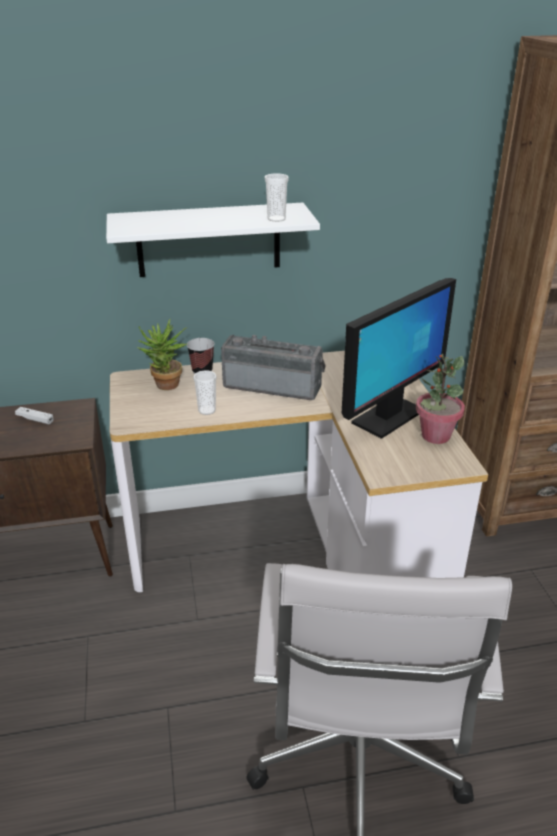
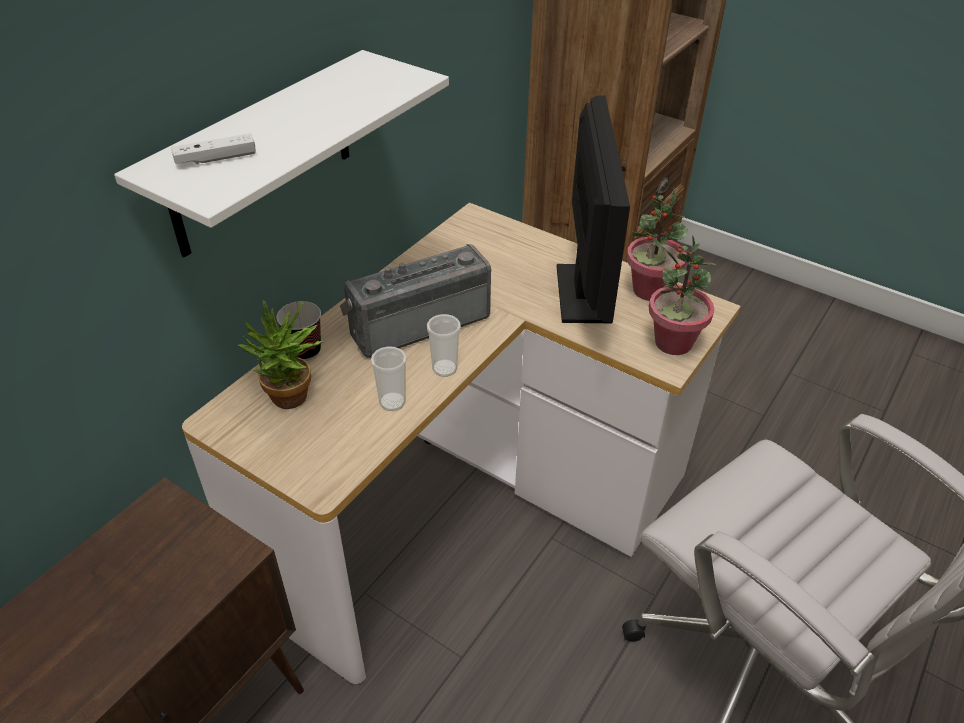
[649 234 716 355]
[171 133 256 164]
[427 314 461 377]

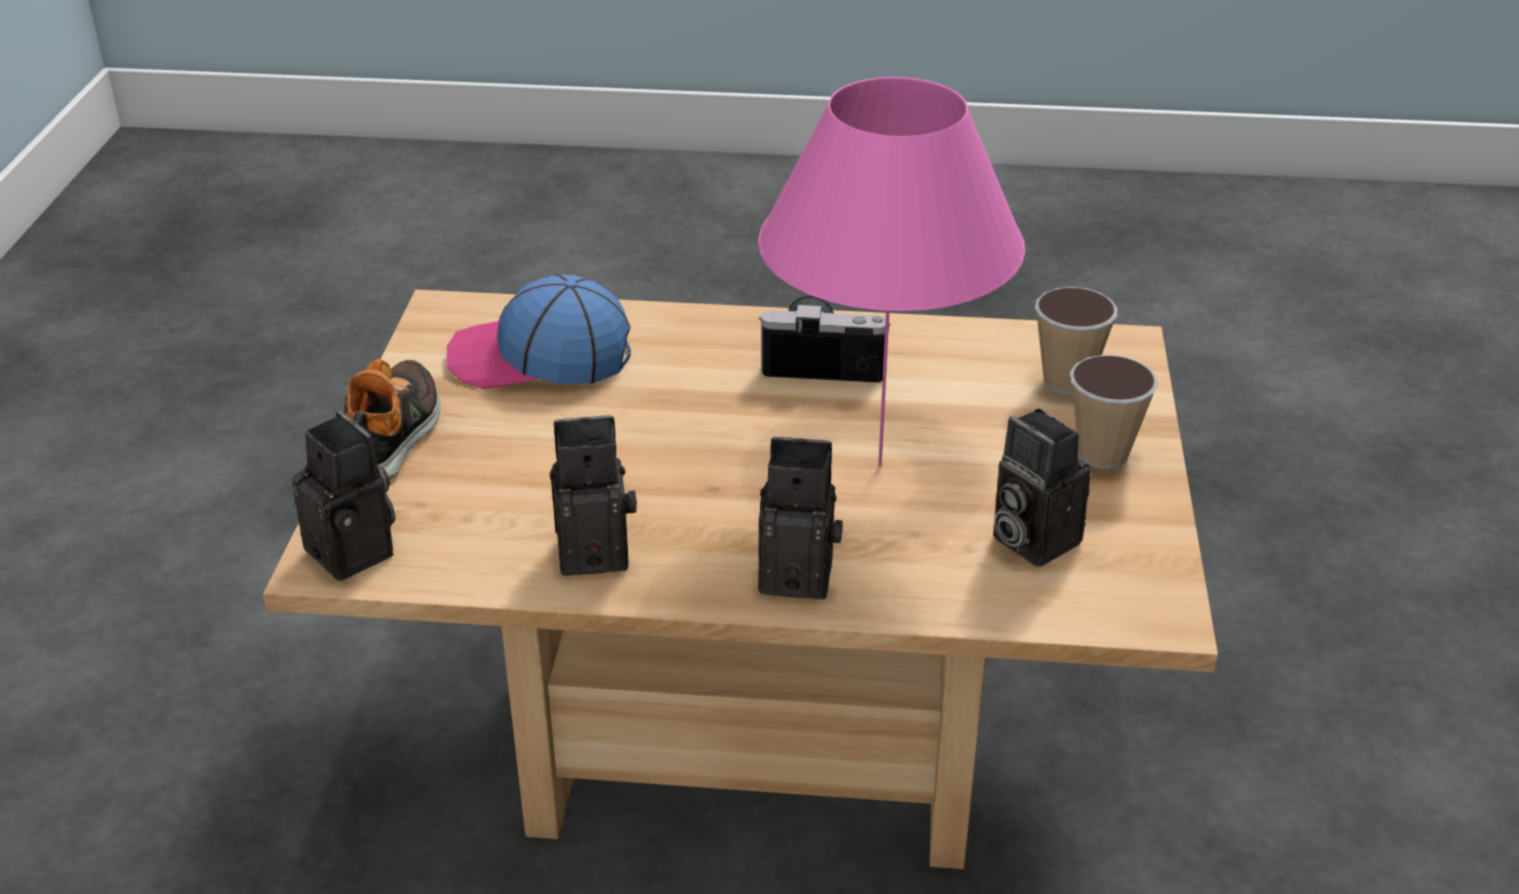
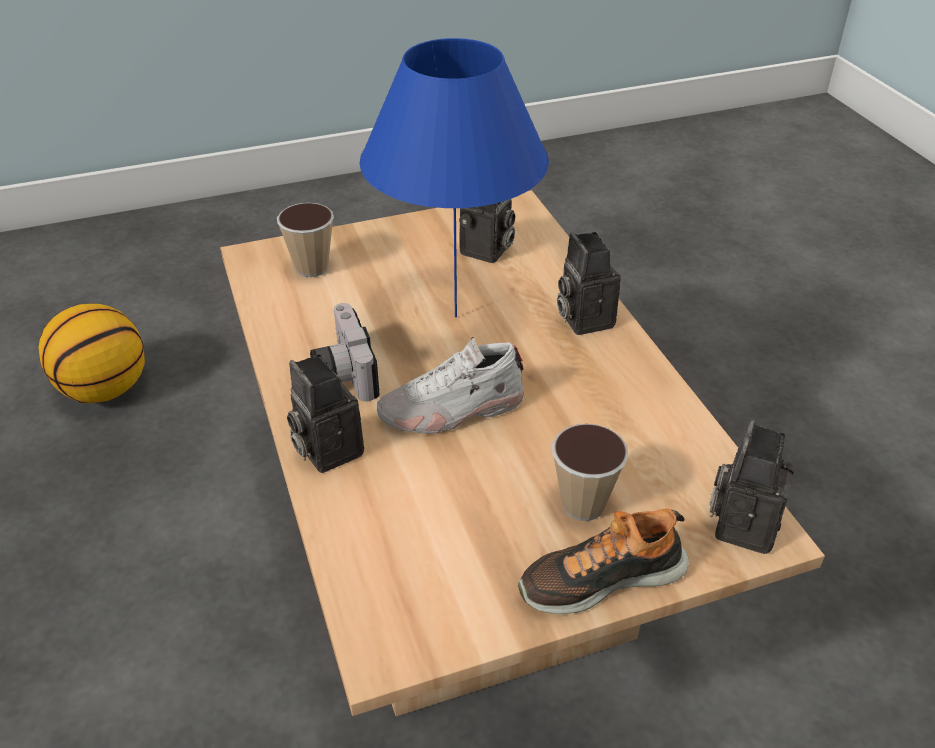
[446 274 631 389] (first image)
[38 303 145 403]
[377 337 524 434]
[287 354 364 473]
[552 424 629 521]
[359 38 549 317]

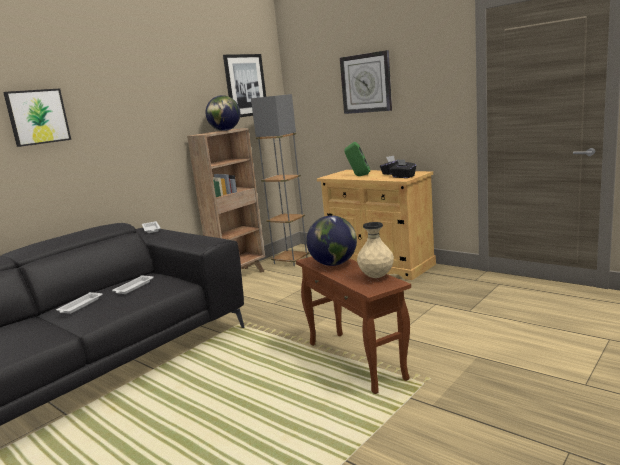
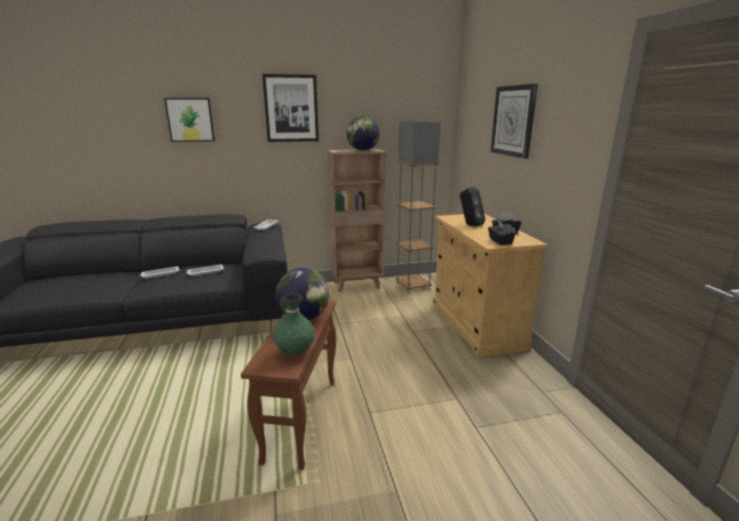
[262 74 319 142]
[460 187 485 227]
[273 293 315 355]

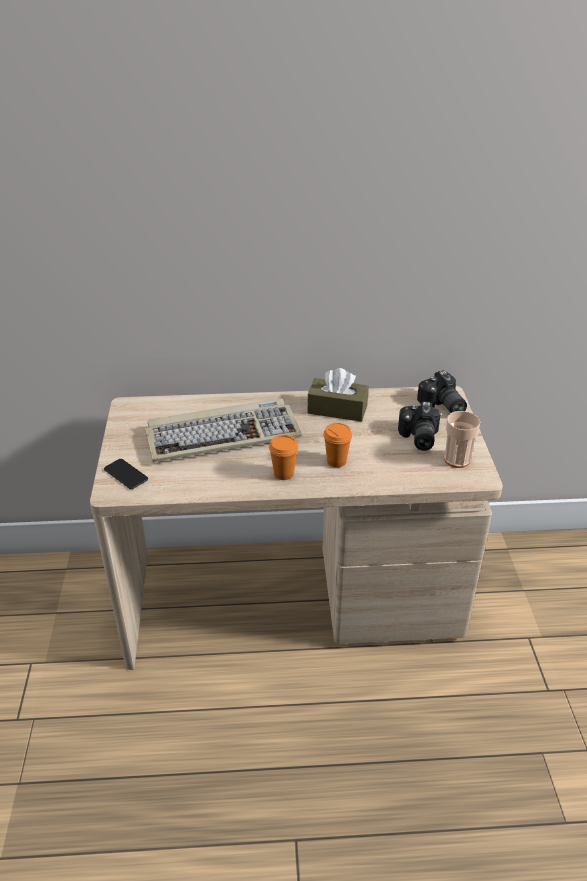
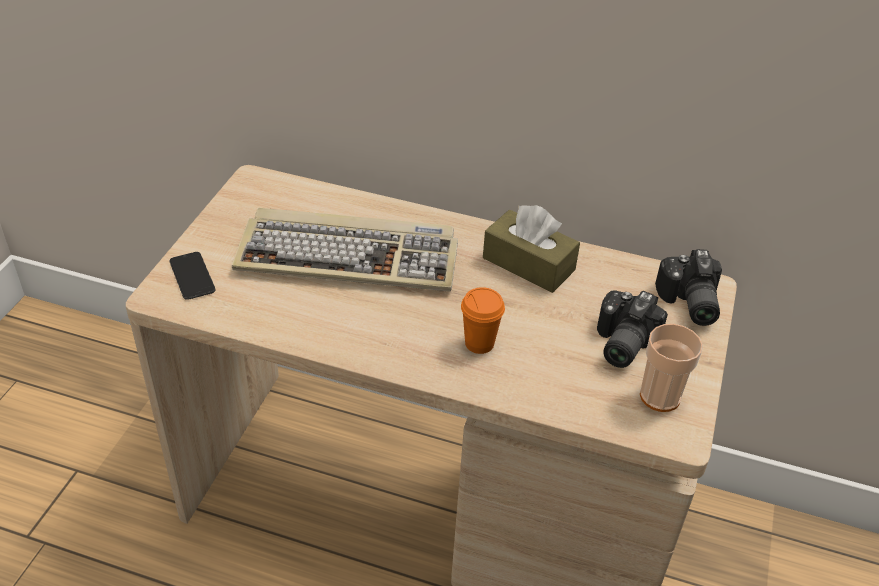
[269 435 298 480] (first image)

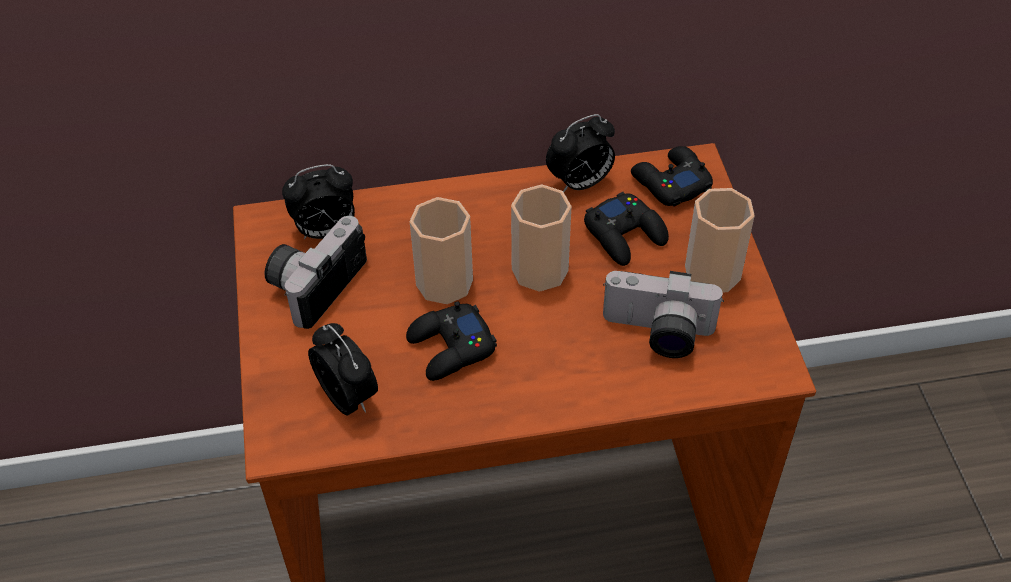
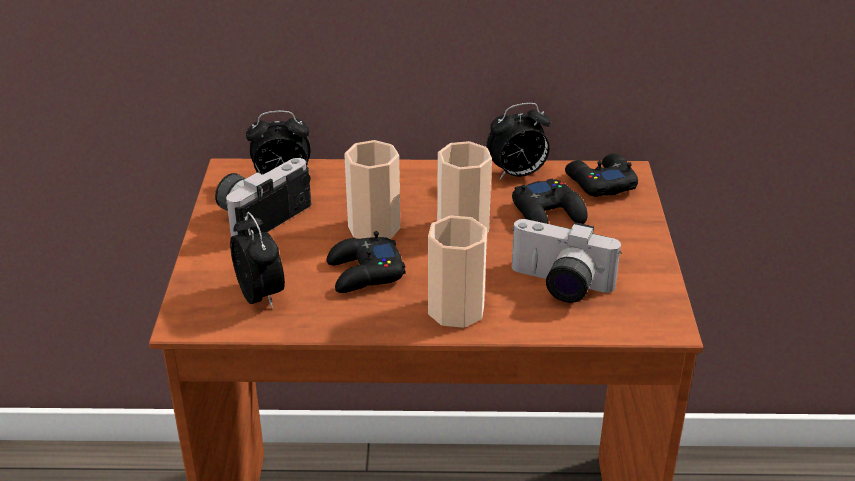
[428 216 487 328]

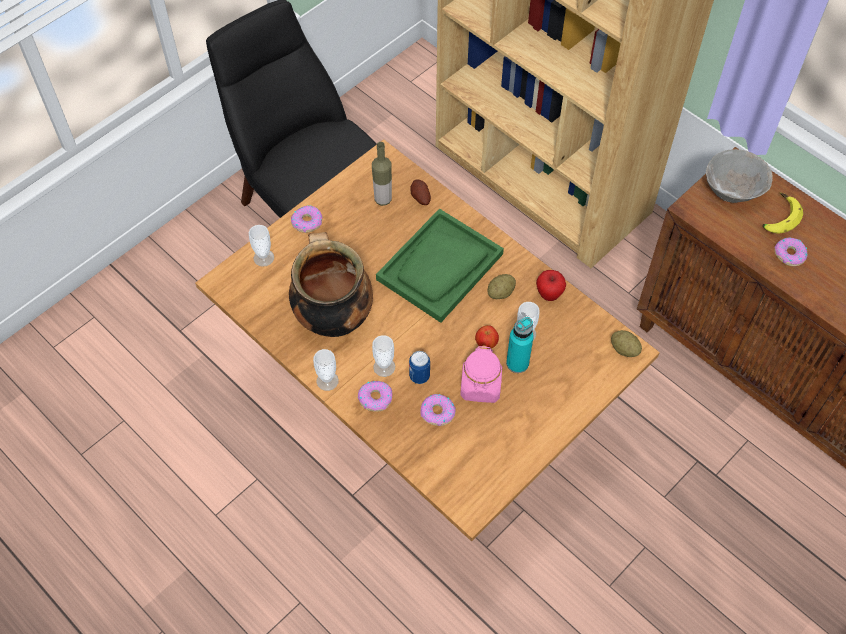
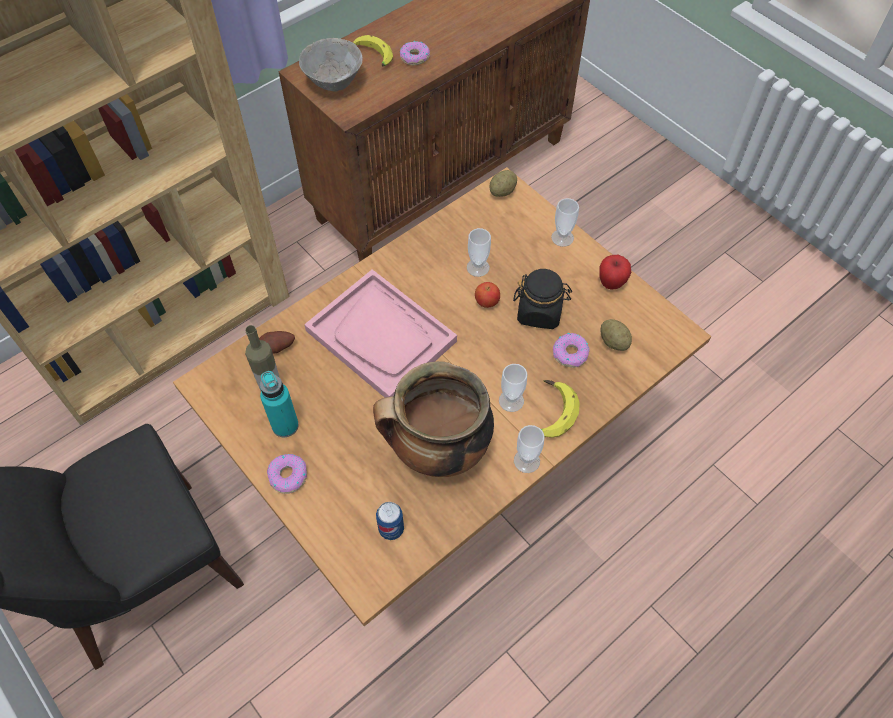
[551 198 579 247]
[376 502 404 540]
[601 319 632 351]
[260 371 299 437]
[599 255 631 289]
[541 380 580 438]
[304 269 457 398]
[513 269 572 329]

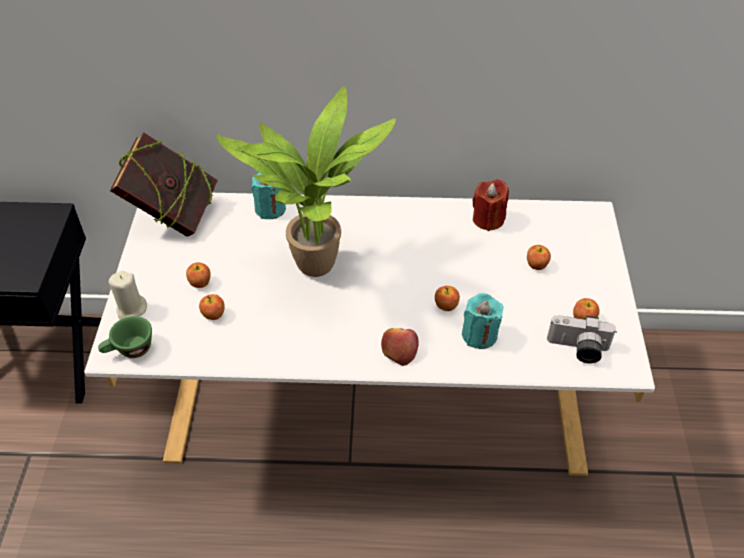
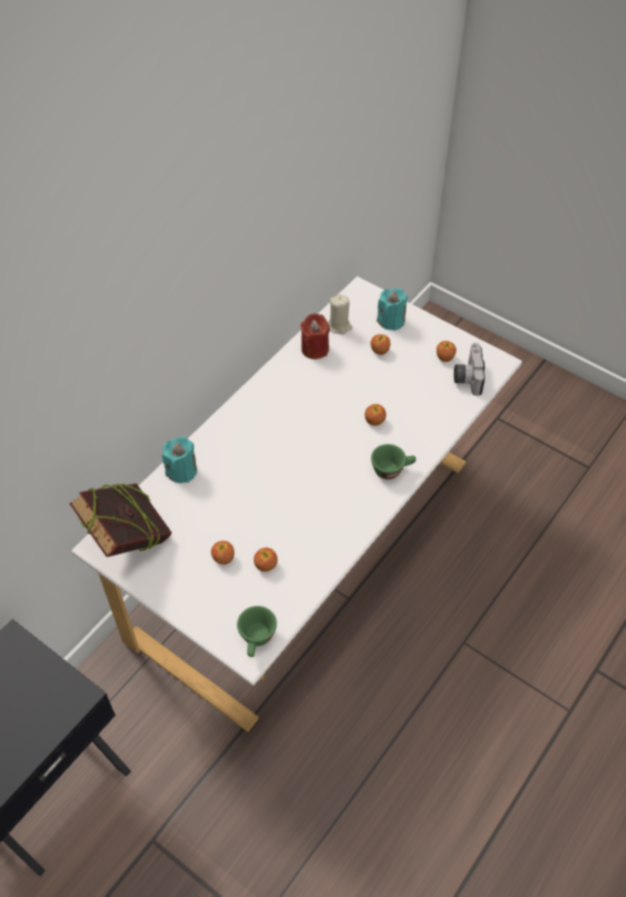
[216 86 396 277] (first image)
[327 294 352 334]
[377 288 408 331]
[371 444 416 480]
[454 343 485 396]

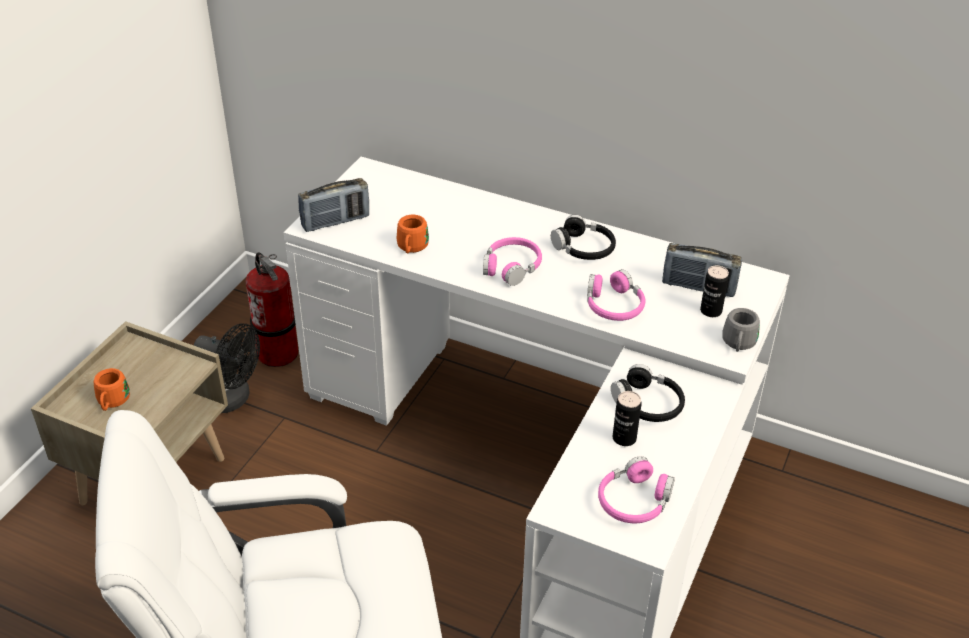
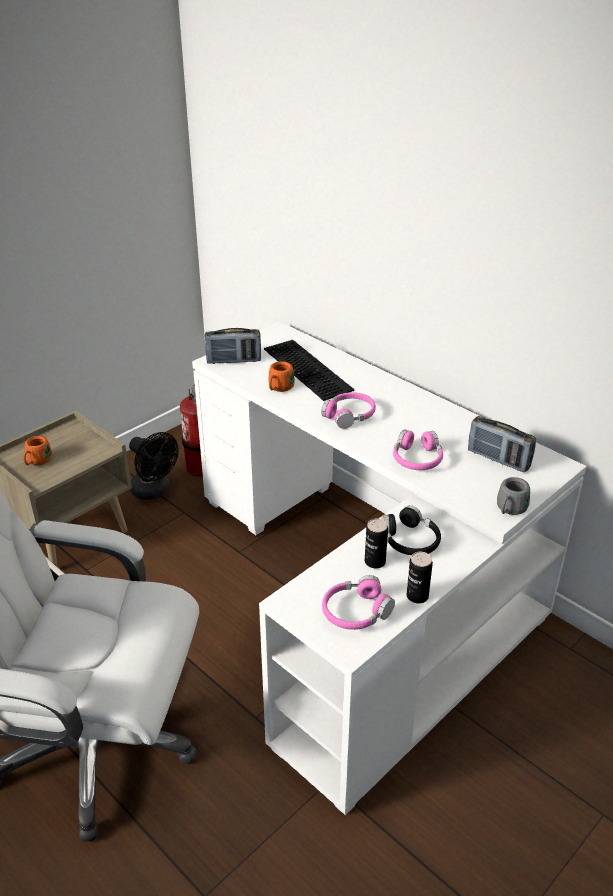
[551 215 616 260] (first image)
[264 340 354 401]
[407 552 433 603]

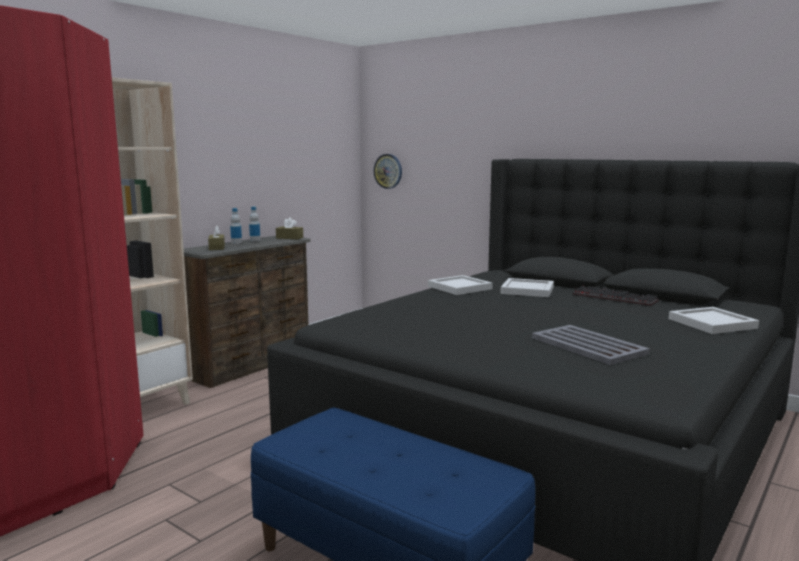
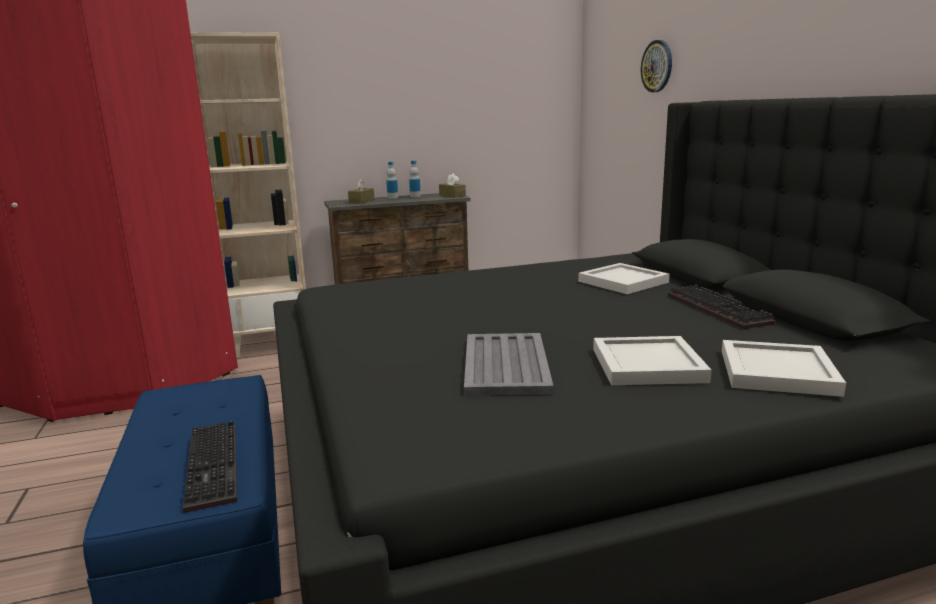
[183 421 237 513]
[641 40 672 92]
[593 336 712 385]

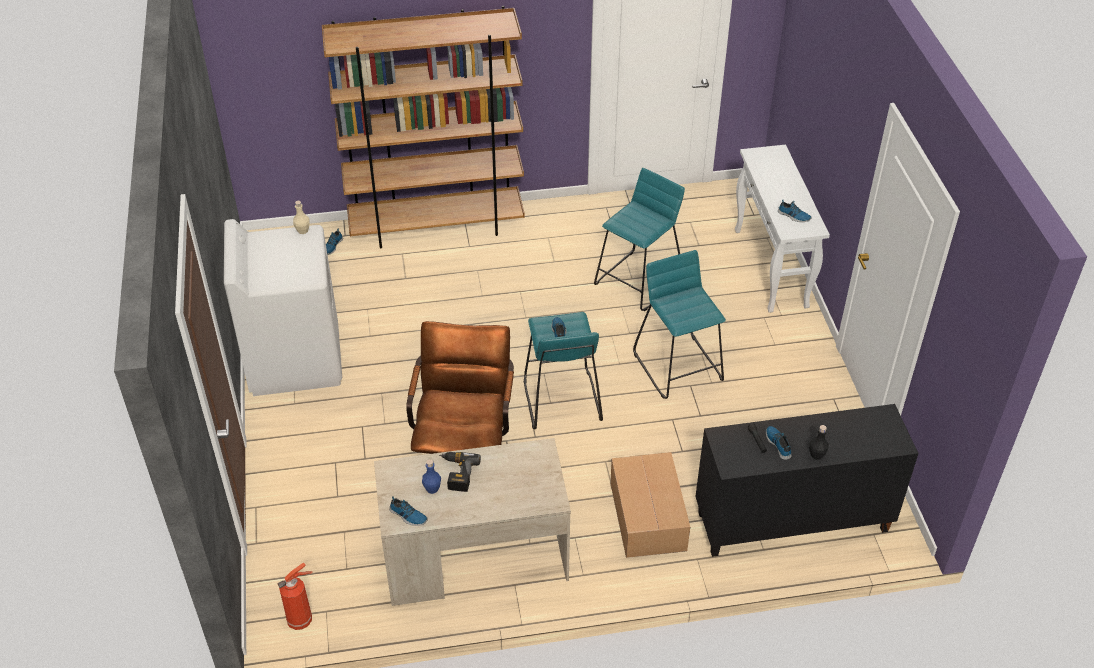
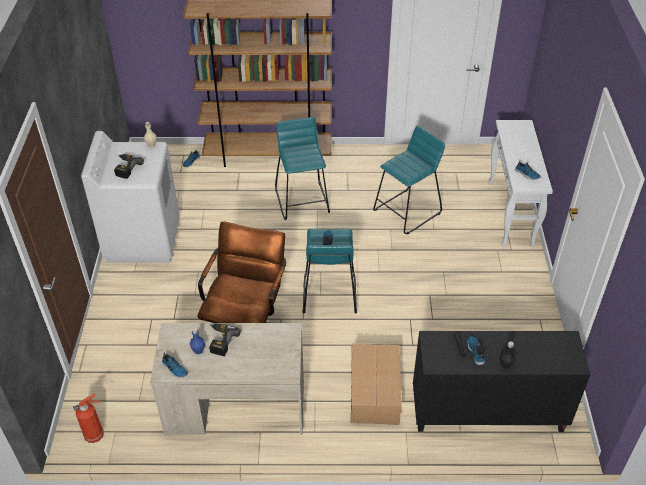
[114 154 144 179]
[275 117 330 220]

